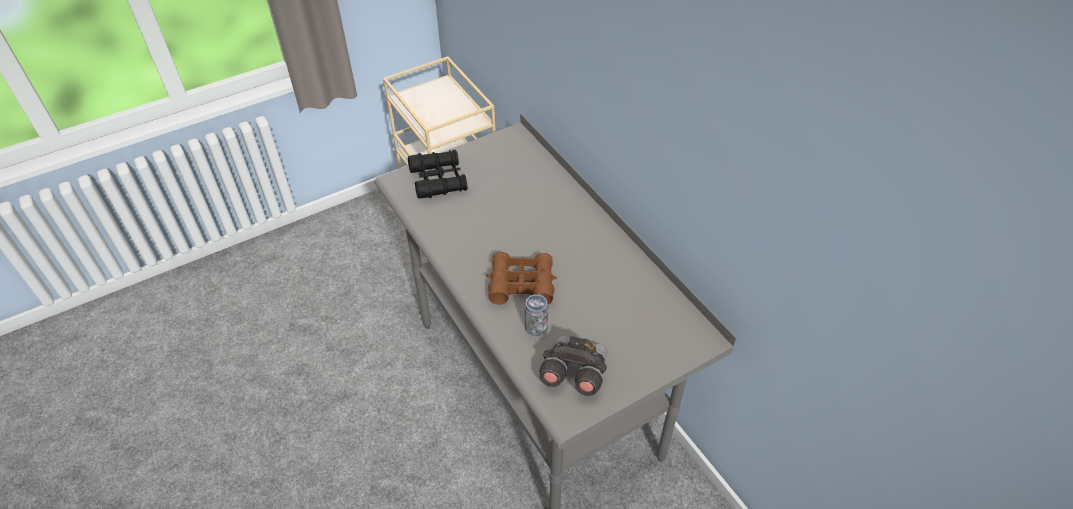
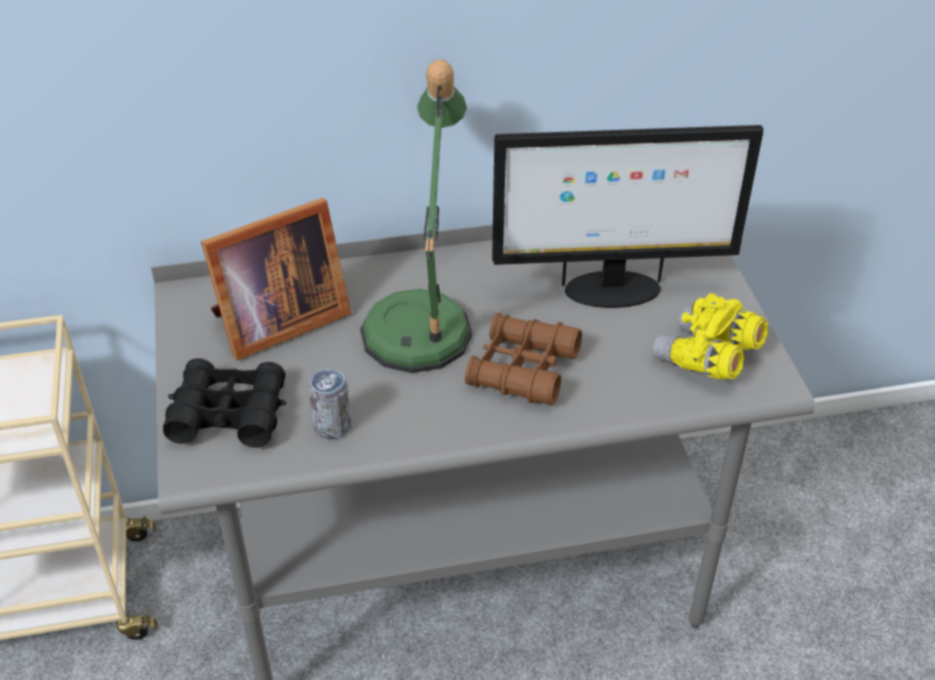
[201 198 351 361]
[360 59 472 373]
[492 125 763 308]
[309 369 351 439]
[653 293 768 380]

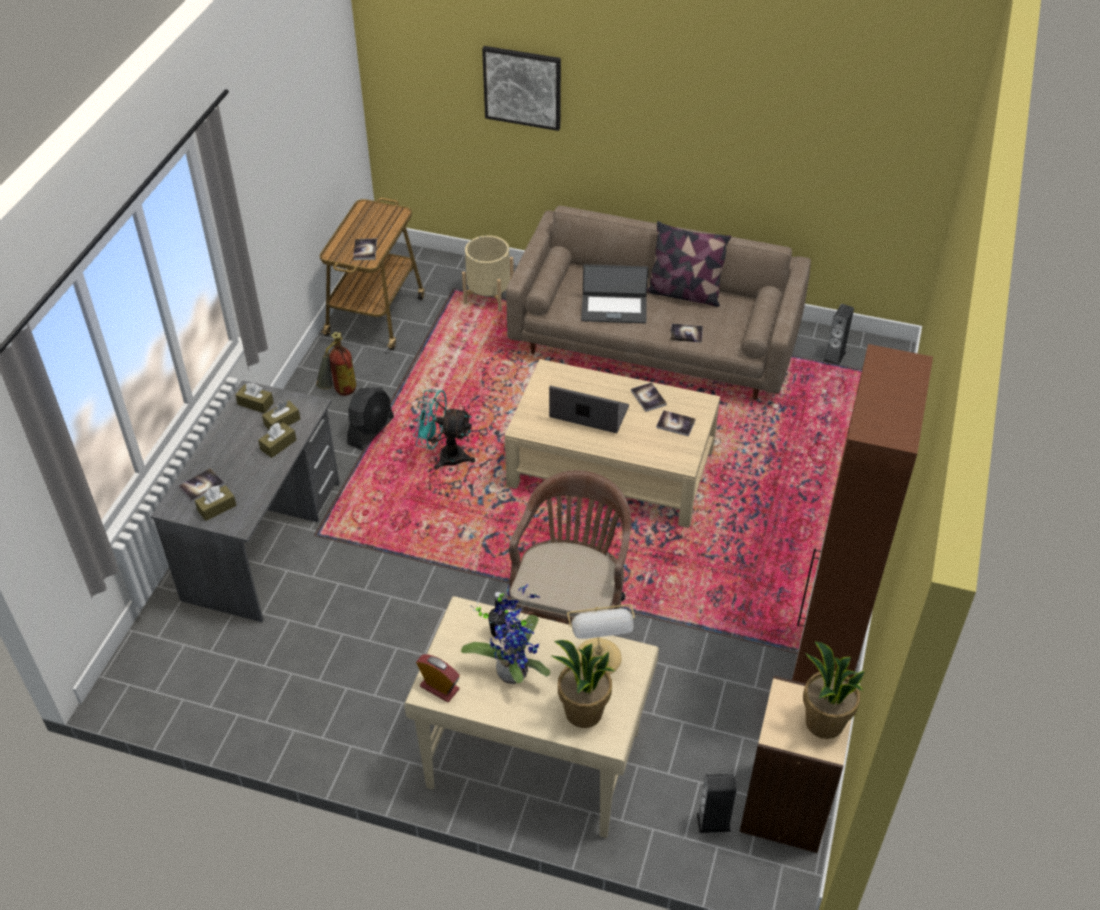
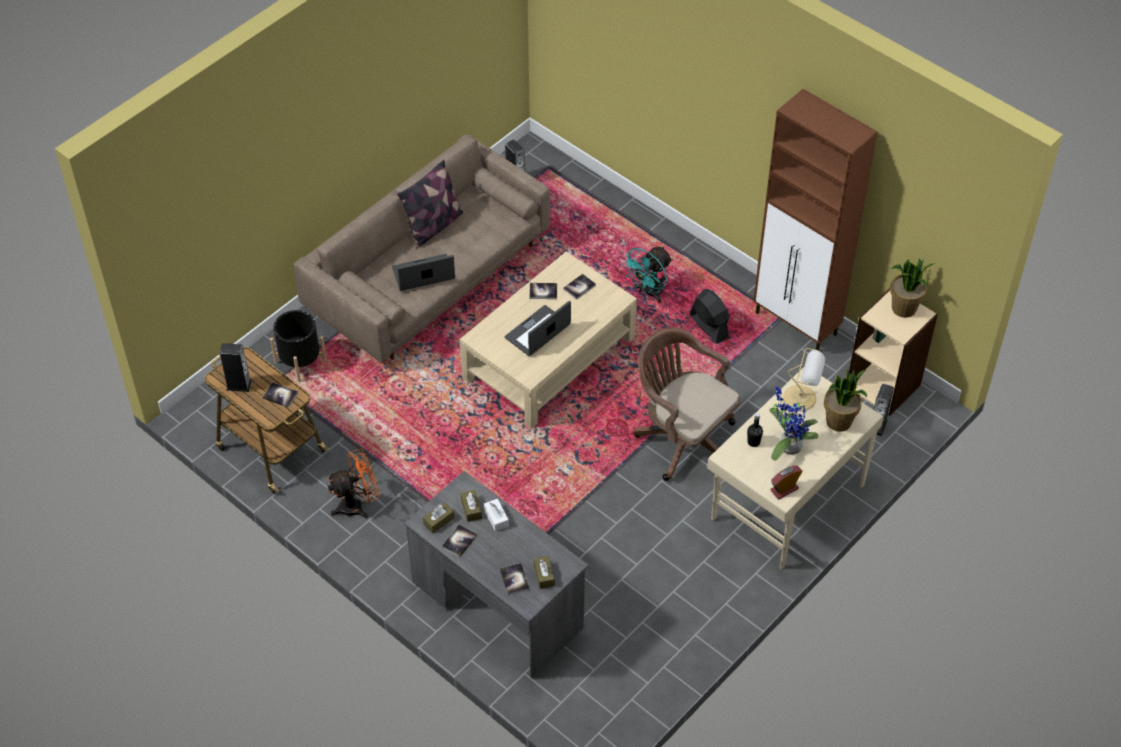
[482 46 561 131] (first image)
[220 343 252 392]
[689 289 730 344]
[622 246 672 303]
[442 524 477 557]
[327 448 380 518]
[484 499 509 532]
[270 310 327 382]
[392 254 455 291]

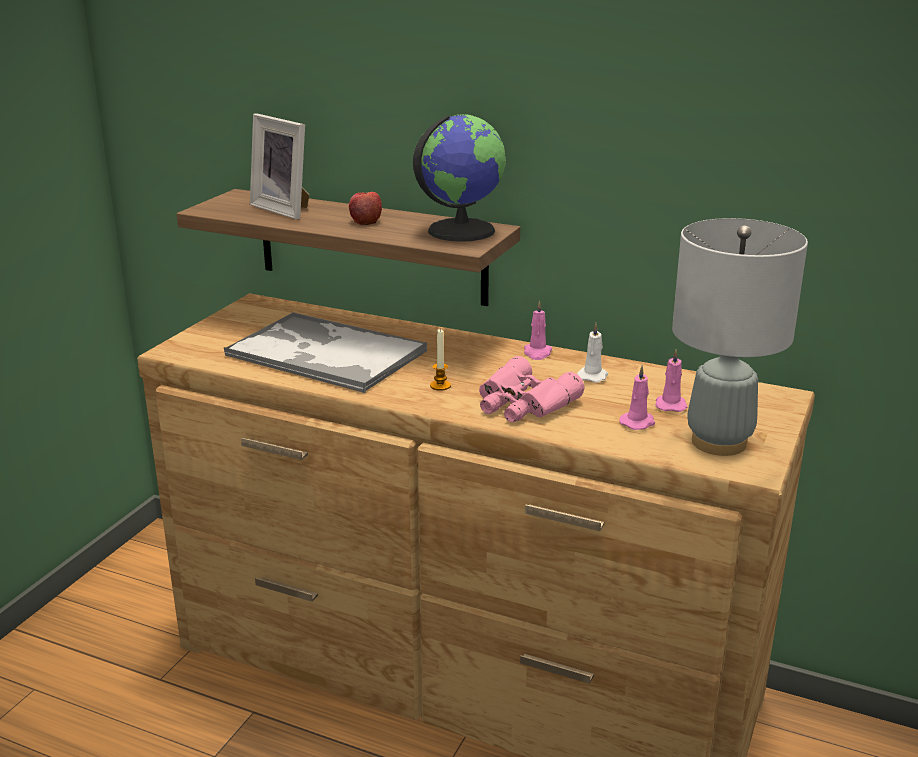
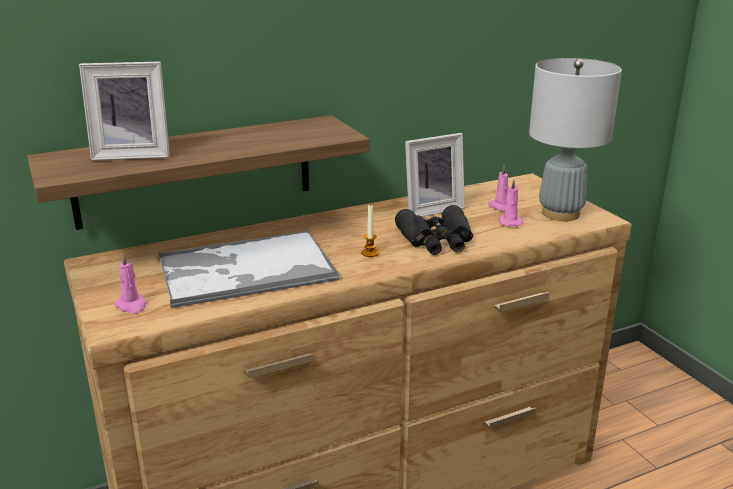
[349 192 382 225] (first image)
[413 114 506 242] (first image)
[114 253 147 313]
[405 133 465 217]
[395 205 473 255]

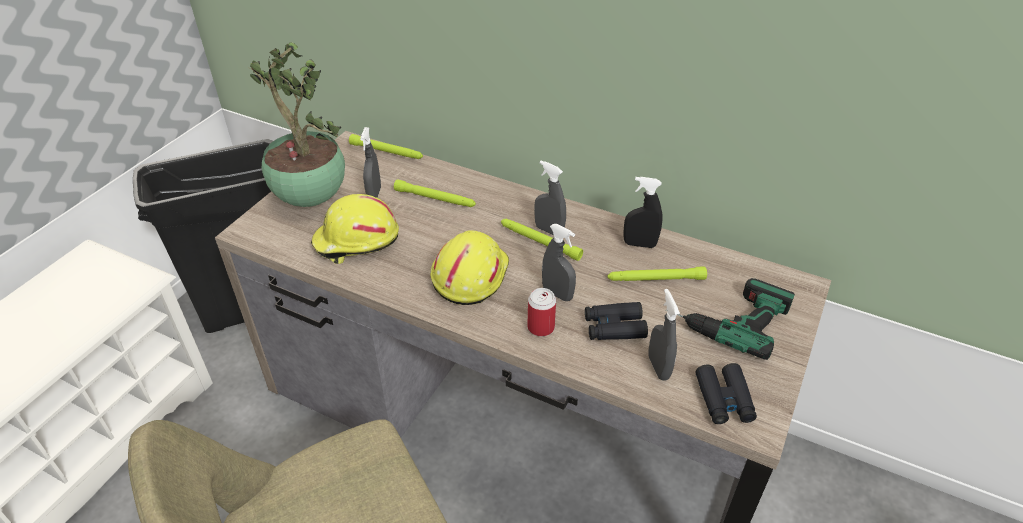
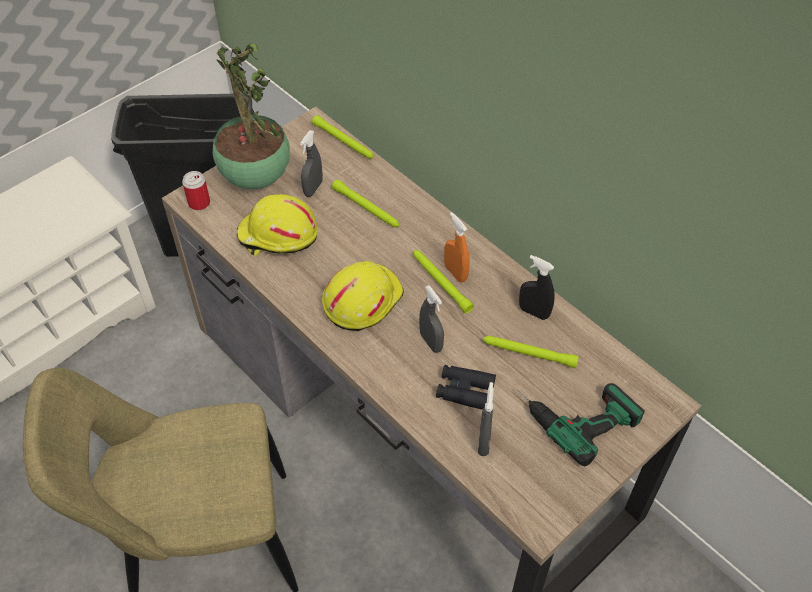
[696 363 757 424] (first image)
[182 171 210 210]
[444 212 470 282]

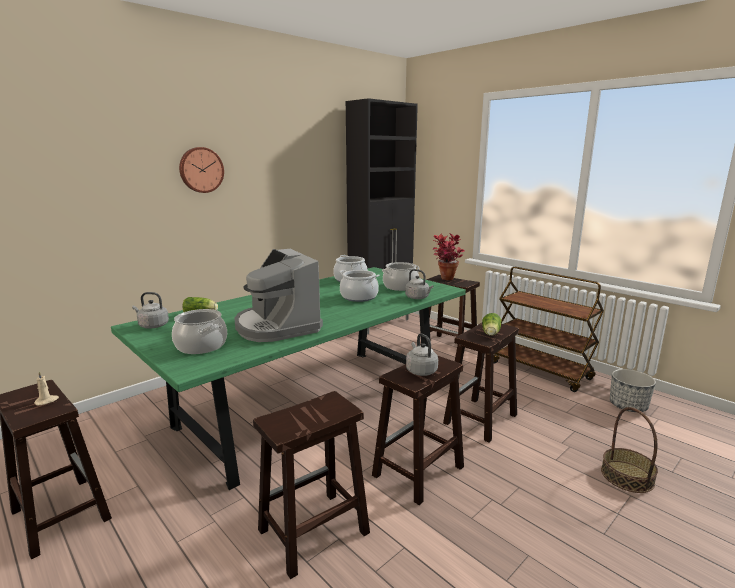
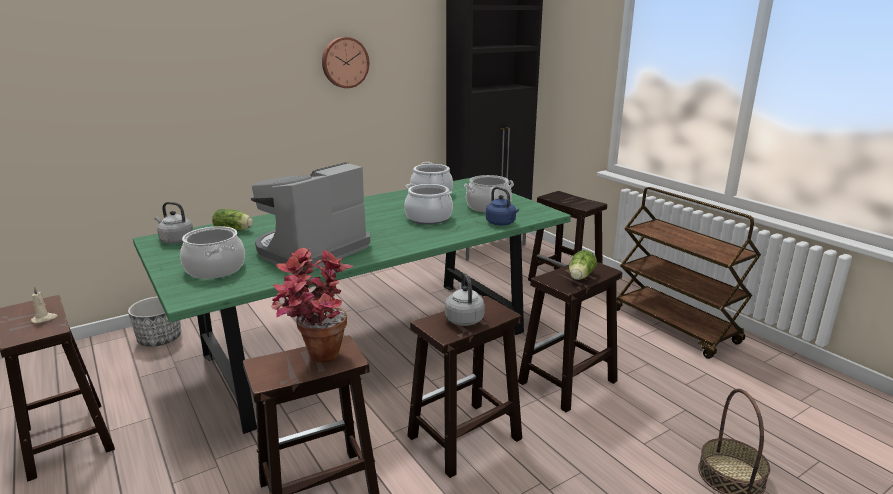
[322 37 369 88]
[271 248 354 363]
[128 296 181 347]
[486 187 519 225]
[251 162 370 273]

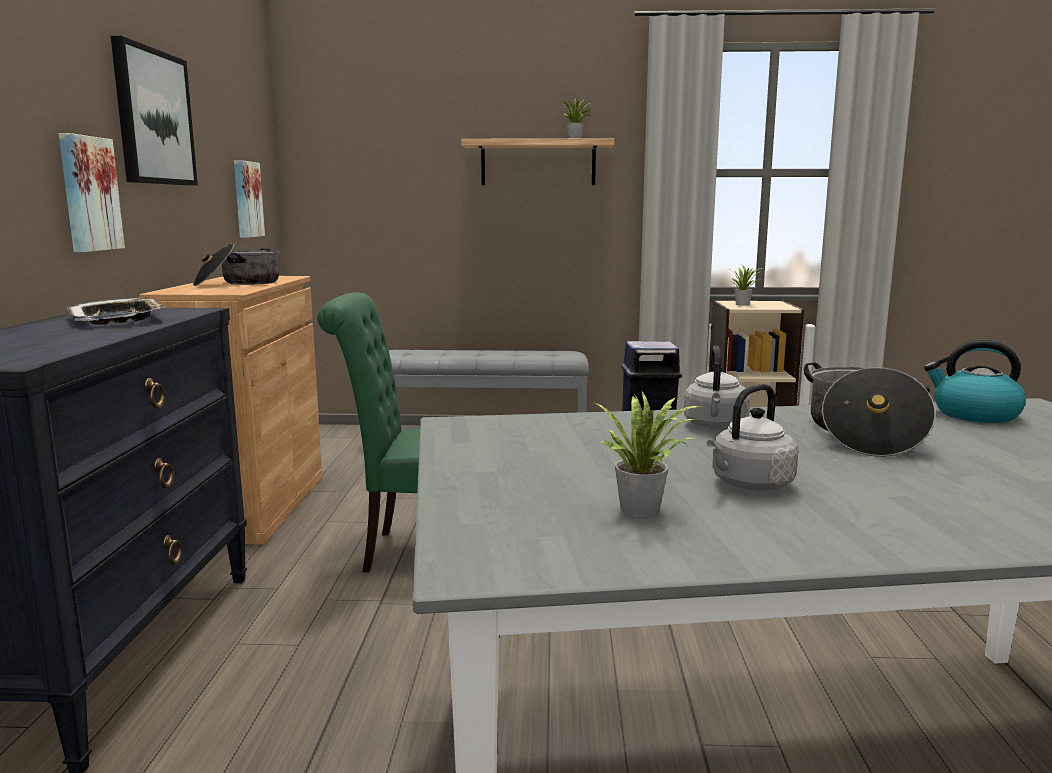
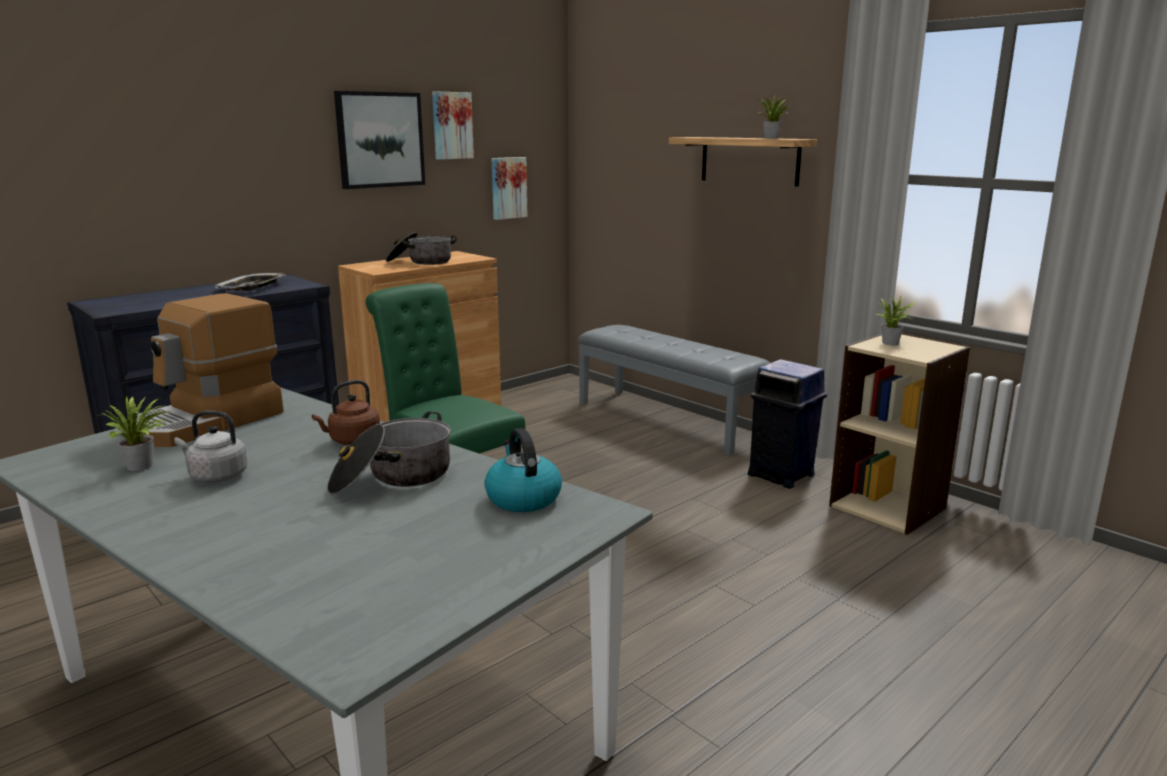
[137 293 284 447]
[432 92 474 160]
[312 380 380 445]

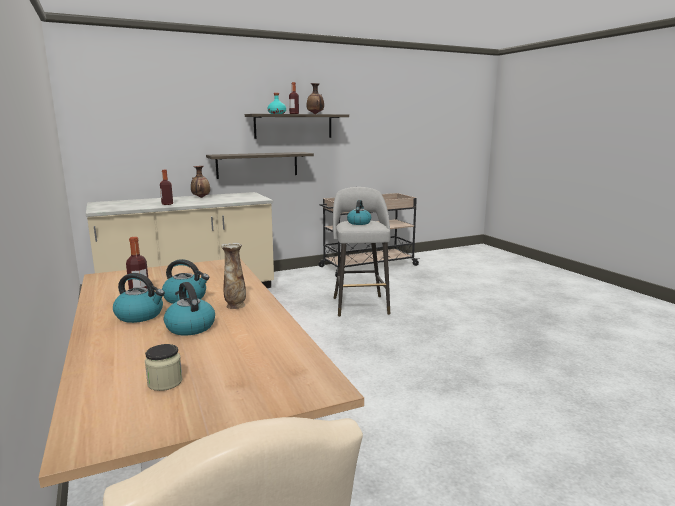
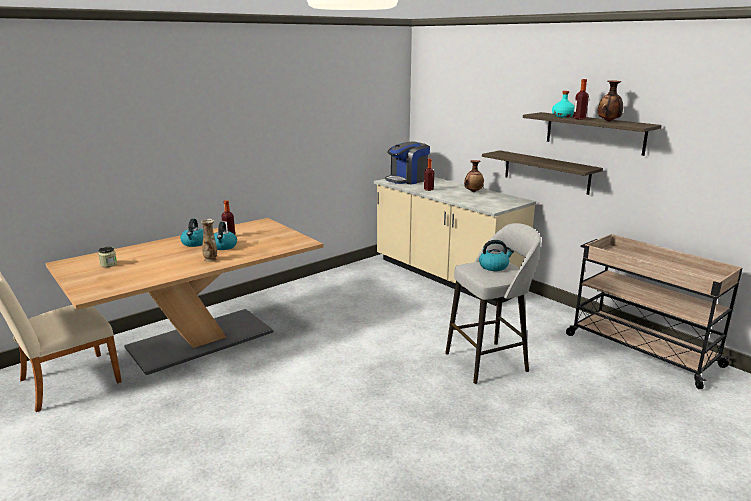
[164 282 215 336] (first image)
[385 141 430 184]

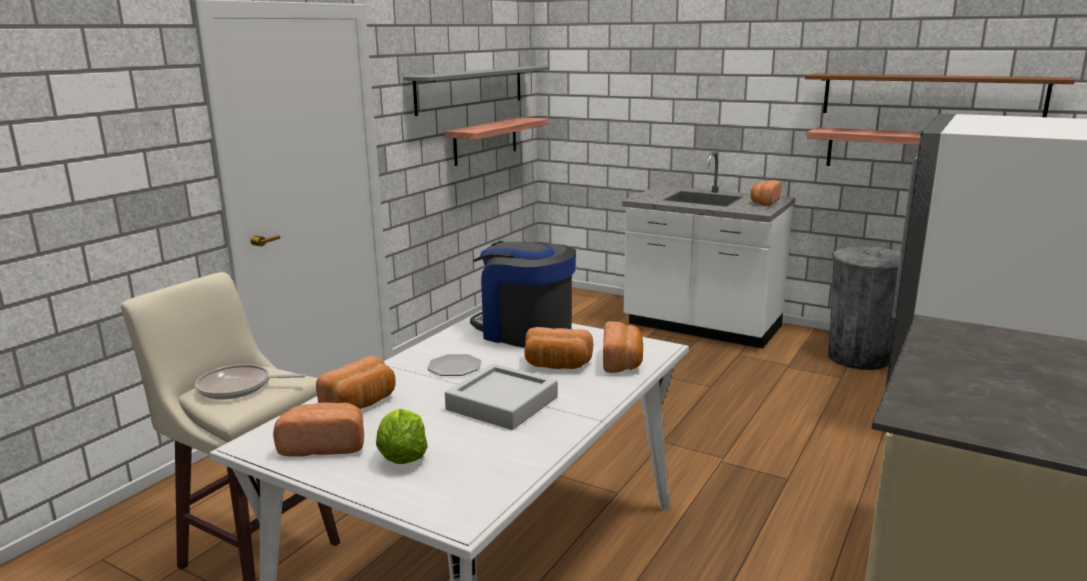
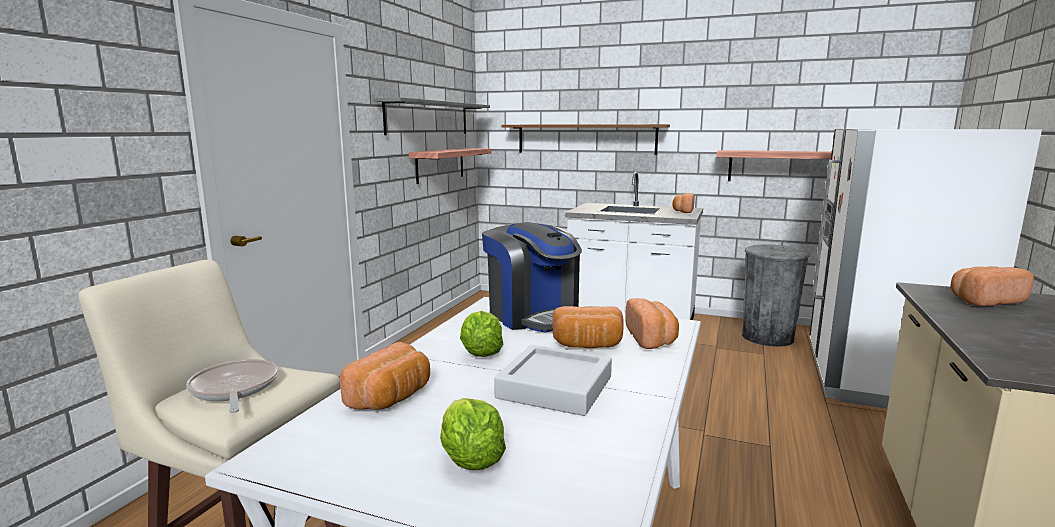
[950 266 1034 306]
[502 124 670 155]
[460 311 503 357]
[186 359 278 413]
[482 222 582 332]

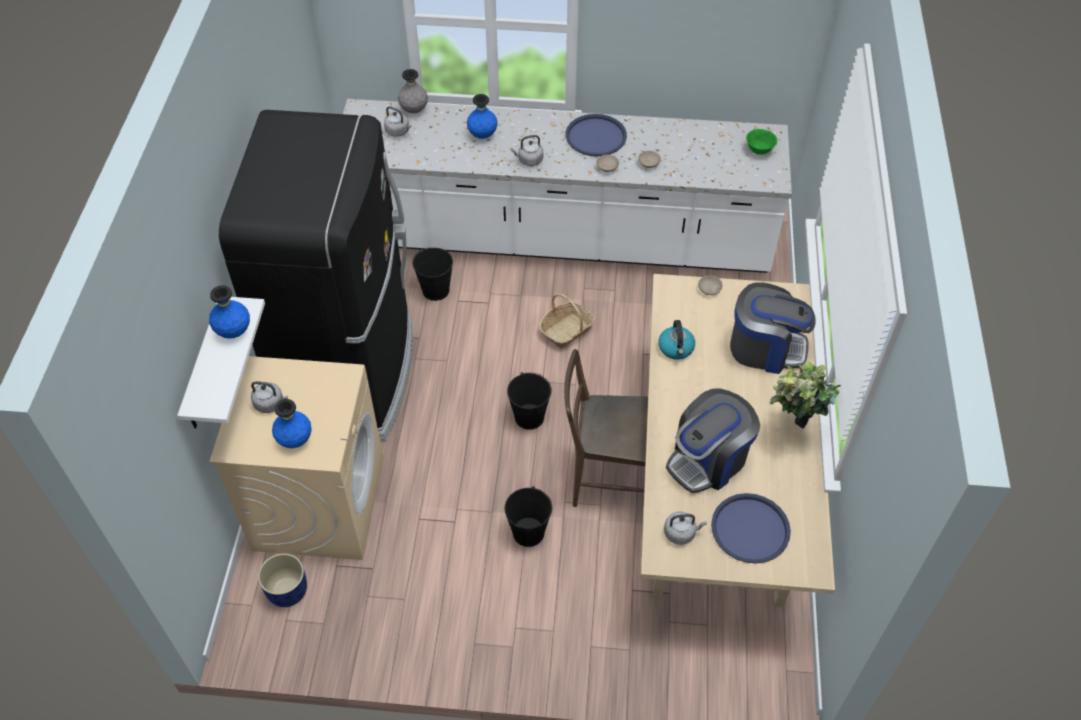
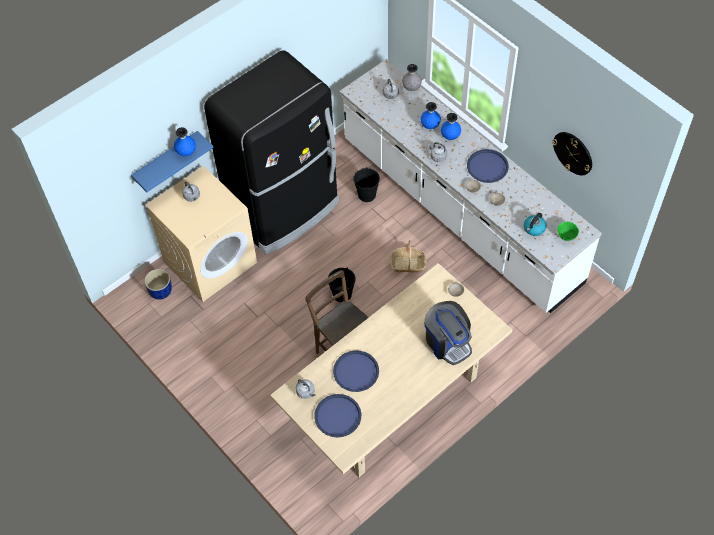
[505 486 552 547] (first image)
[770 362 841 429] (first image)
[552 132 592 175]
[441 113 461 140]
[524 213 547 236]
[333 350 379 392]
[131 131 214 192]

